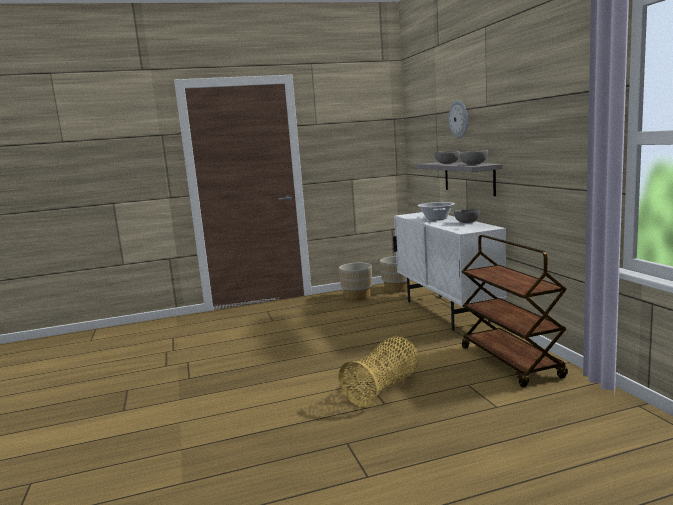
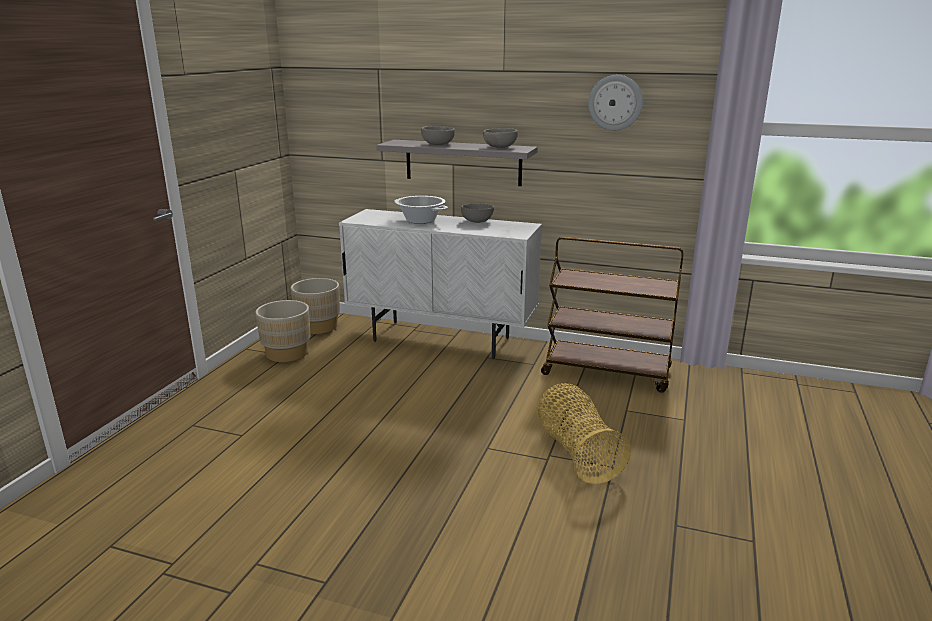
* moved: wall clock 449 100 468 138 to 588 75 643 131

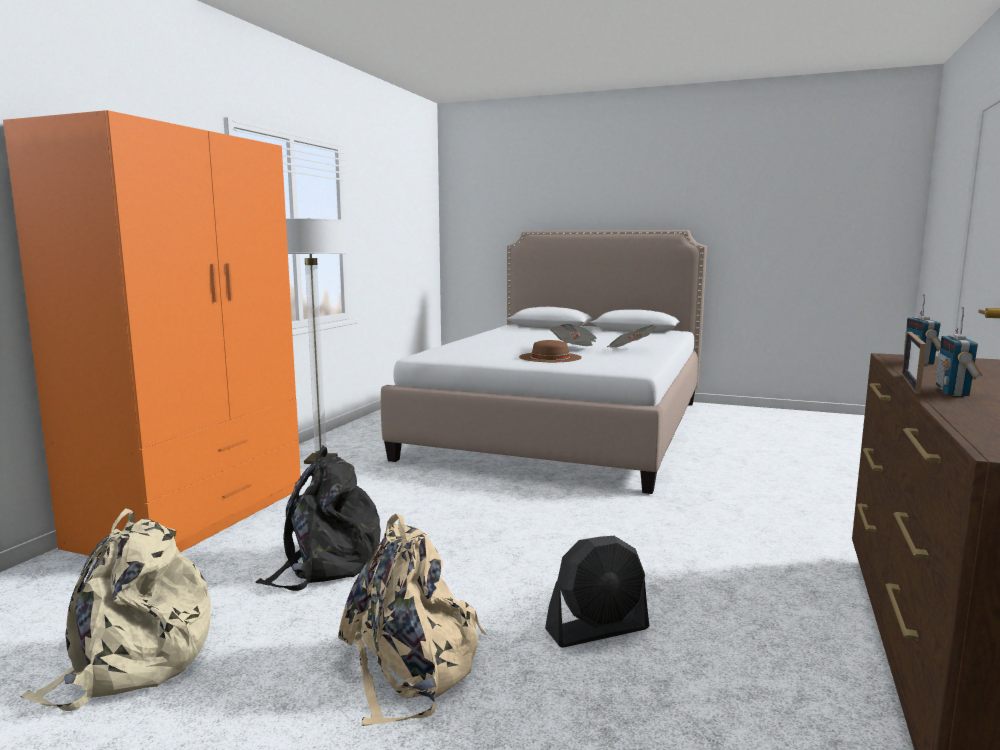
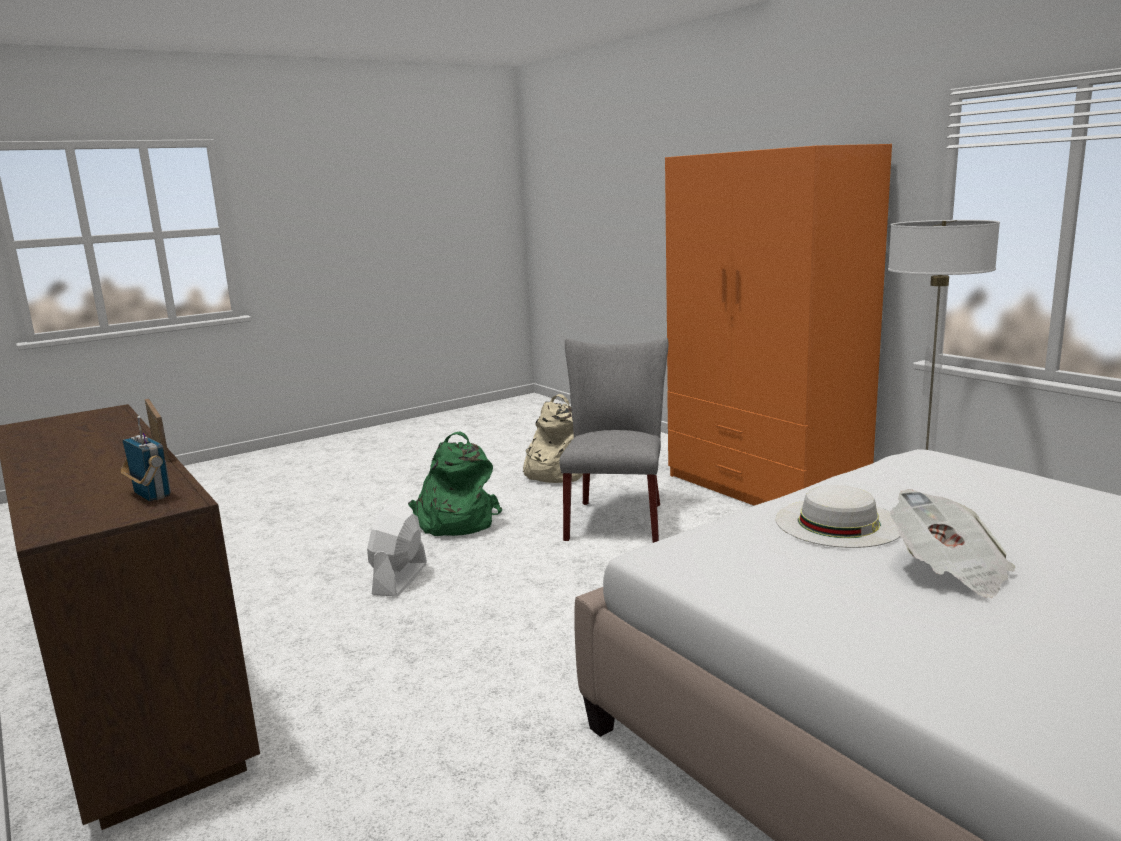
* recoloured: fan (black) 545 536 649 648 to fan (white) 367 504 427 597
* recoloured: backpack (beige) 338 514 487 726 to backpack (green) 408 431 502 536
* replaced: backpack (black) 255 446 381 591 to chair (grey) 559 337 668 543
* recoloured: hat (brown) 519 340 582 362 to hat (white) 776 485 901 548
* removed: newspaper 607 325 657 348
* removed: radio 935 307 982 396

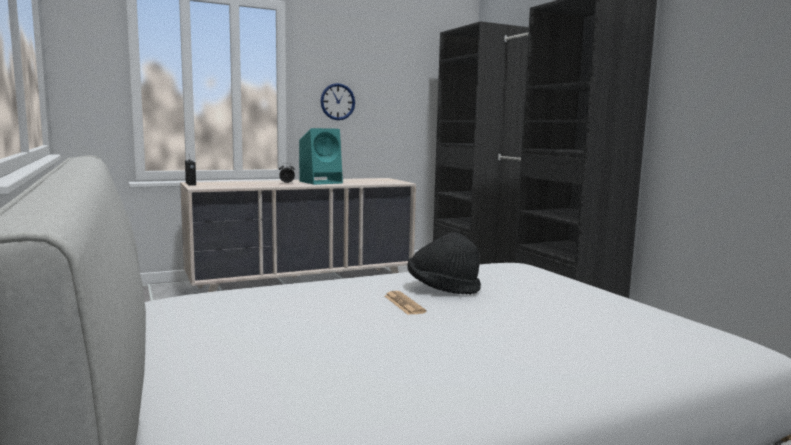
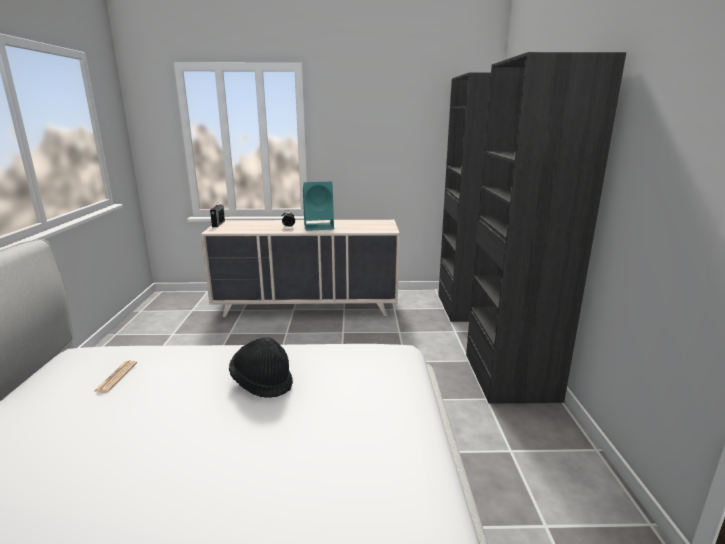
* moved: newspaper 384 291 426 315 to 93 360 137 393
* removed: wall clock 320 83 355 120

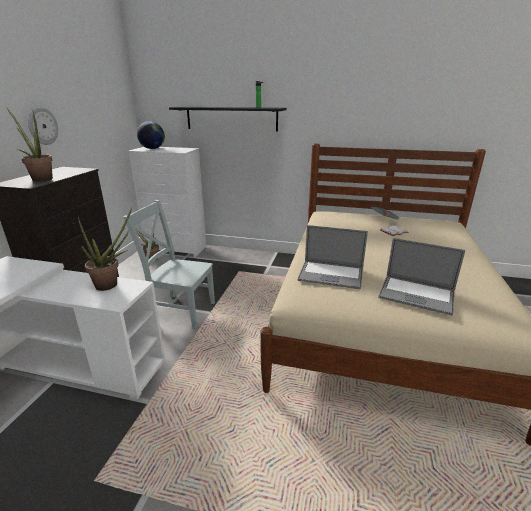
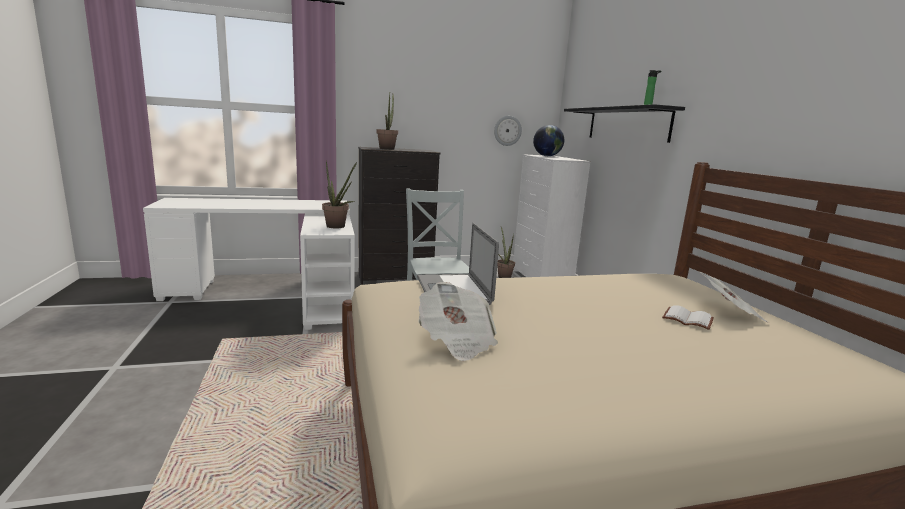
* replaced: laptop 378 238 465 316 to newspaper 419 282 498 361
* moved: wall clock 28 107 58 145 to 494 116 522 146

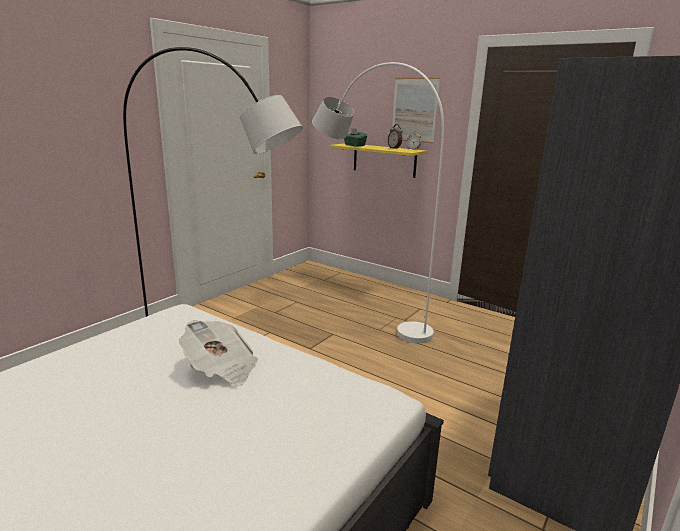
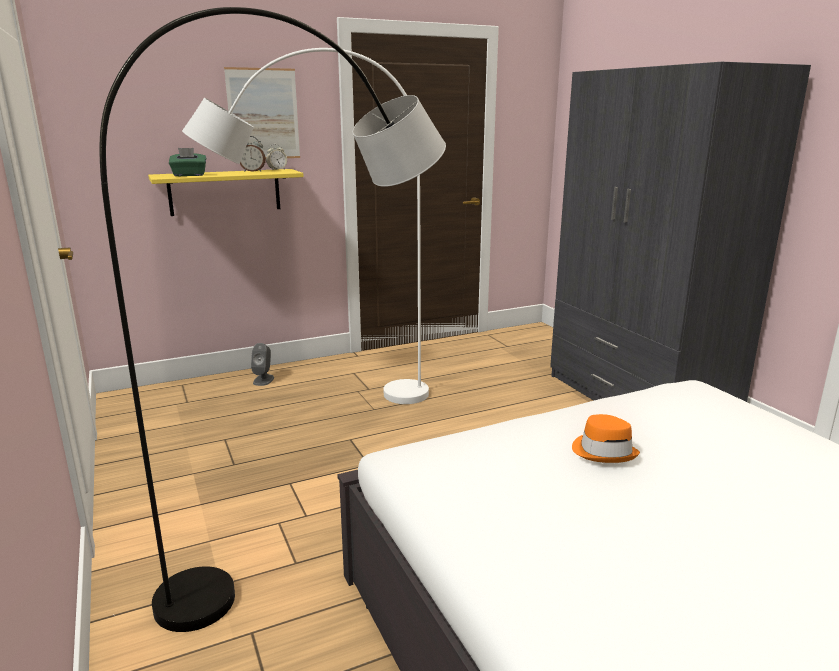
* added: speaker (grey) 251 343 274 386
* replaced: newspaper 179 320 258 386 to hat (orange) 572 414 640 463

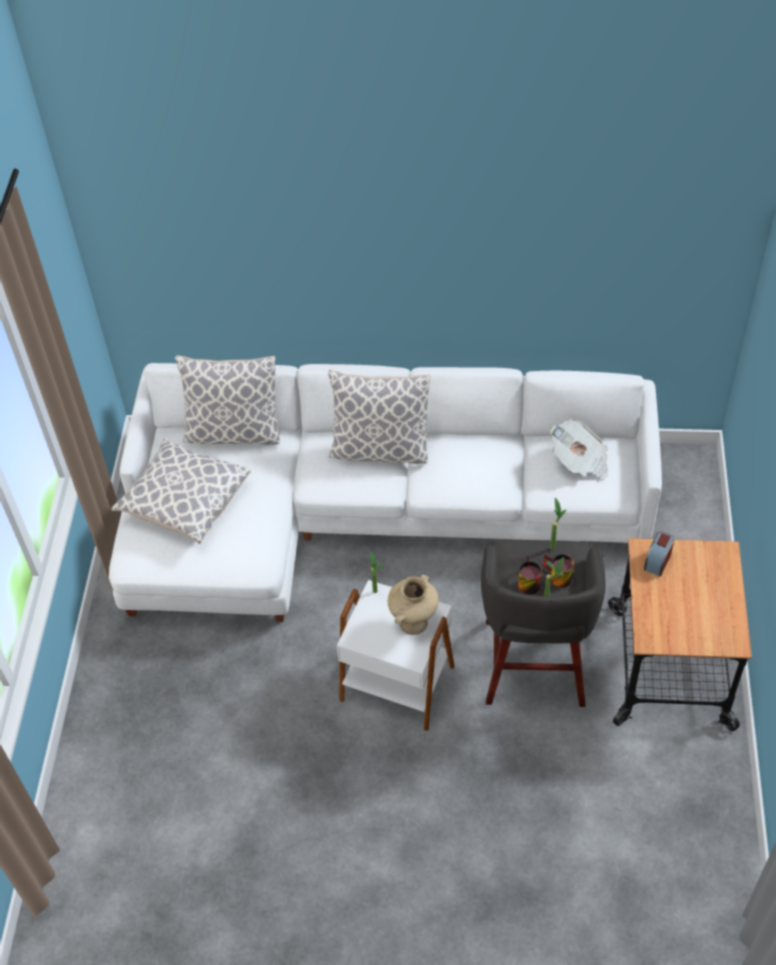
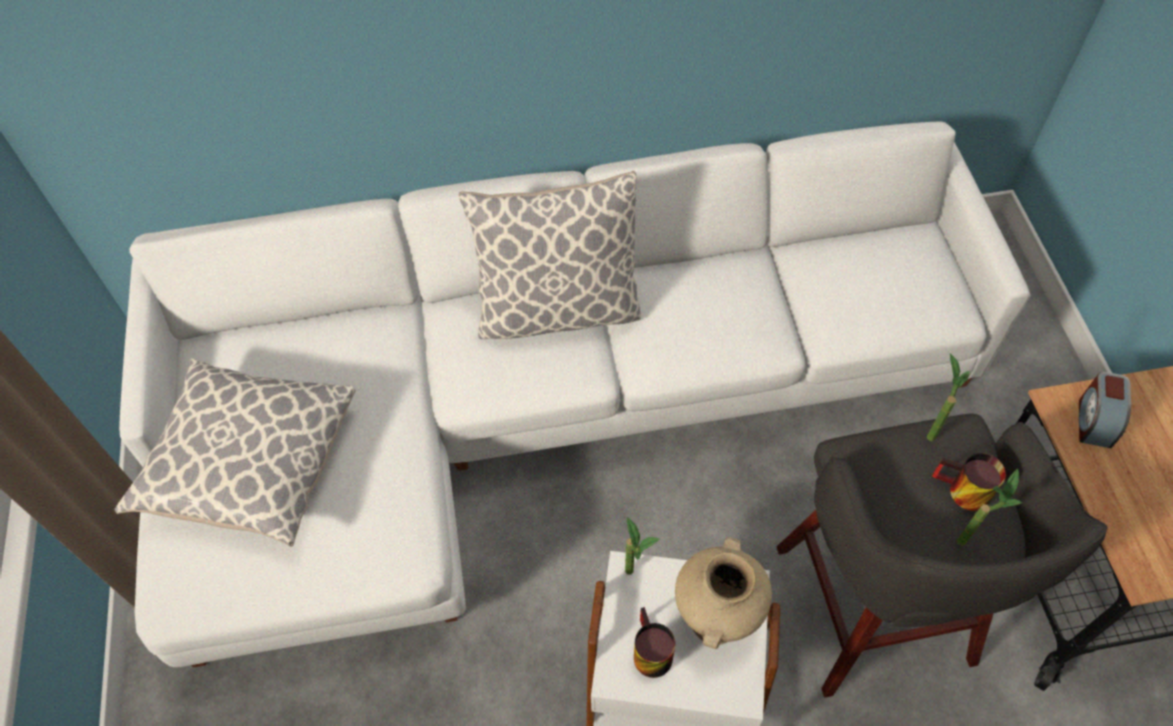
* moved: mug 518 555 541 595 to 634 607 675 678
* removed: pillow 175 355 280 445
* removed: newspaper 550 419 608 478

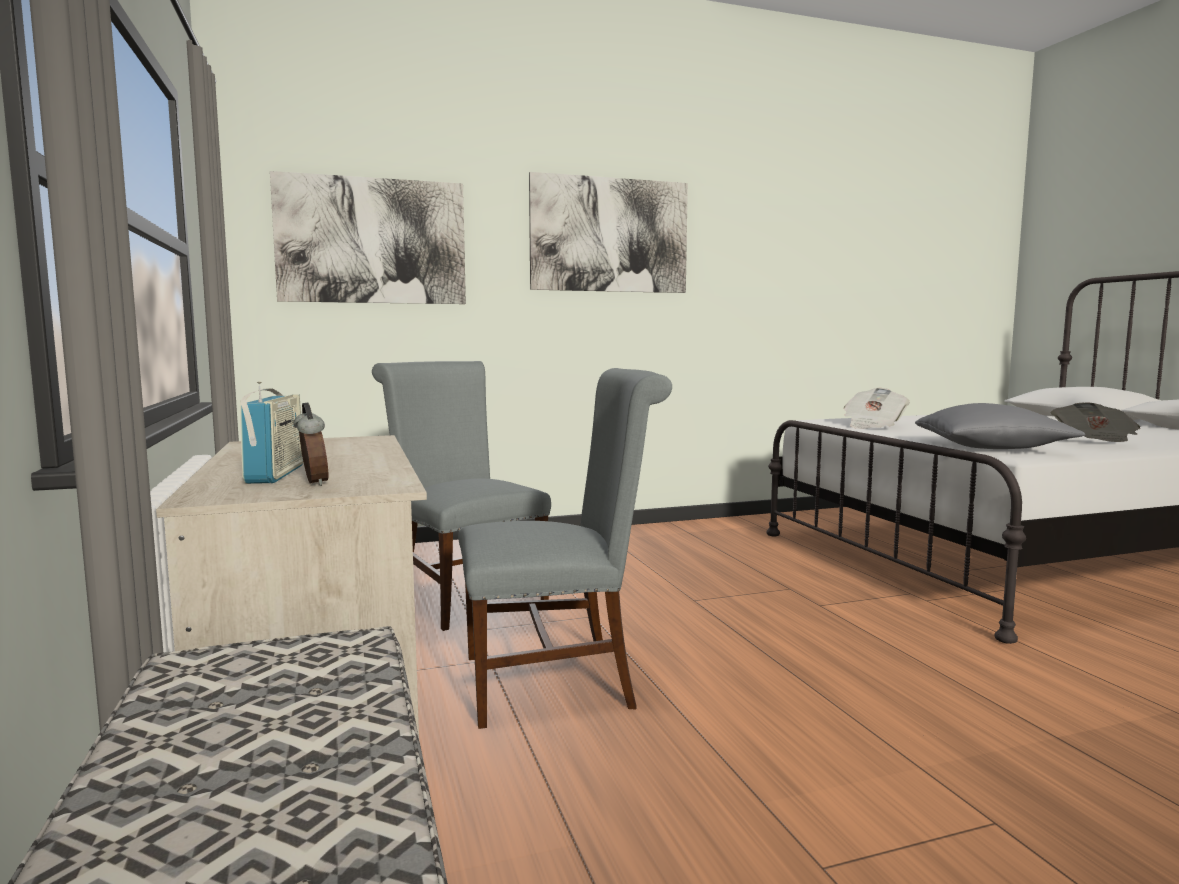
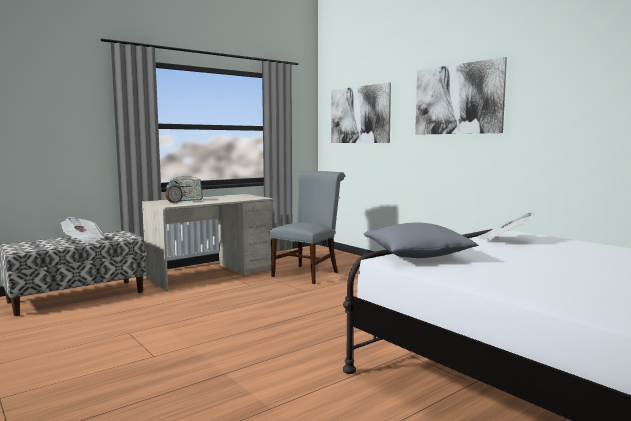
* moved: newspaper 1051 403 1140 442 to 61 217 104 244
* removed: chair (grey) 458 368 672 729

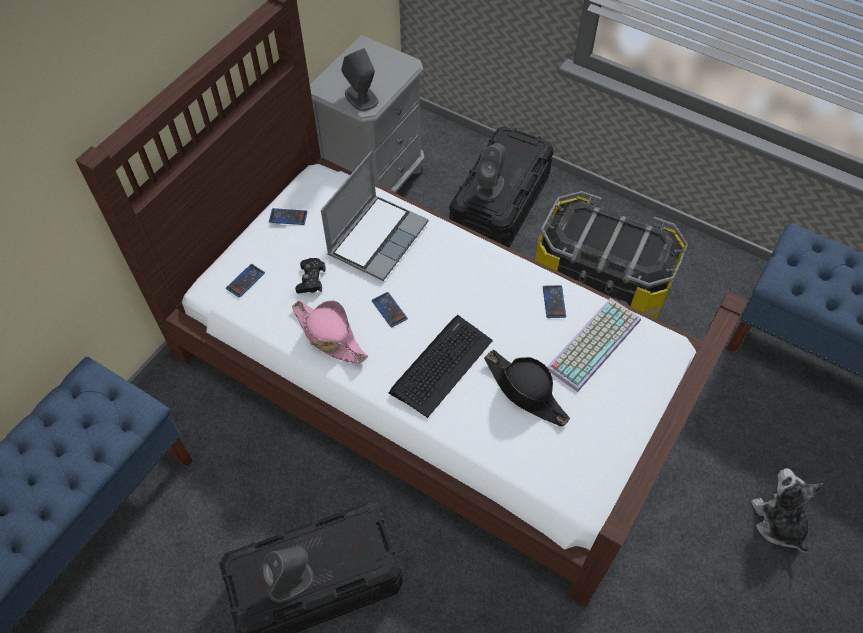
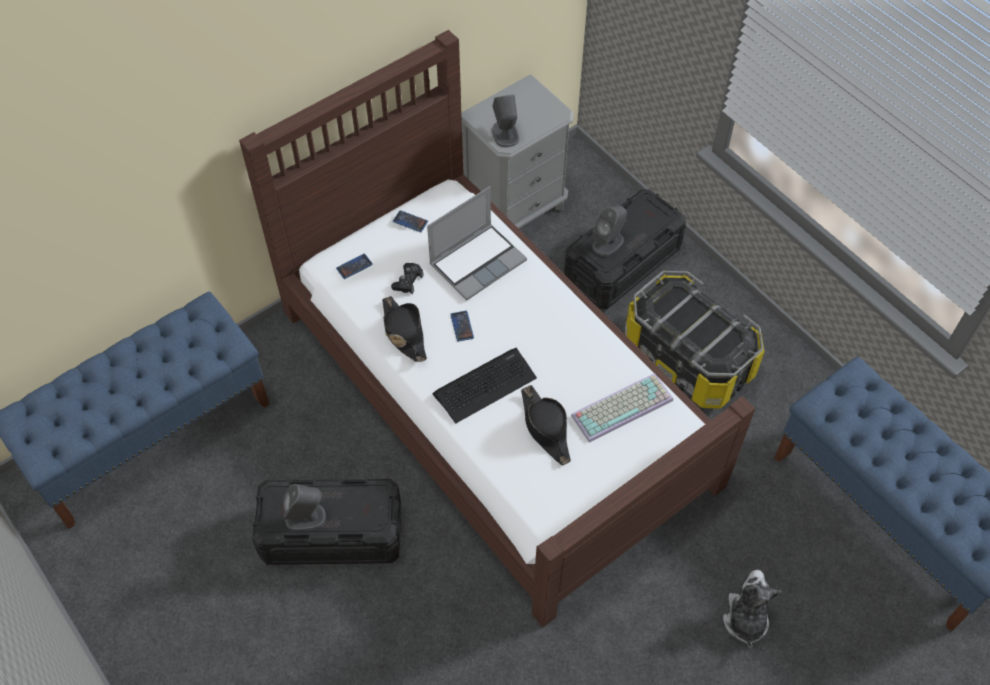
* recoloured: hat (pink) 292 301 368 363 to hat (black) 382 296 427 362
* removed: phone 543 285 566 318

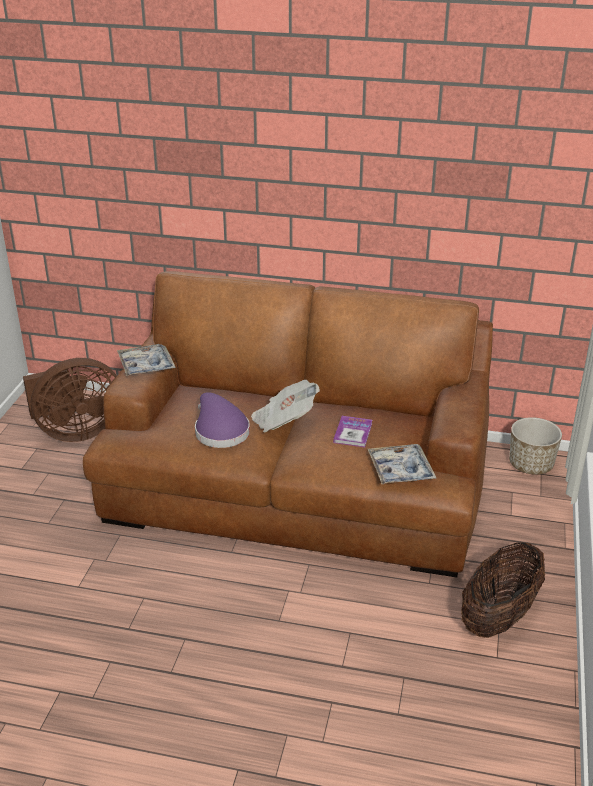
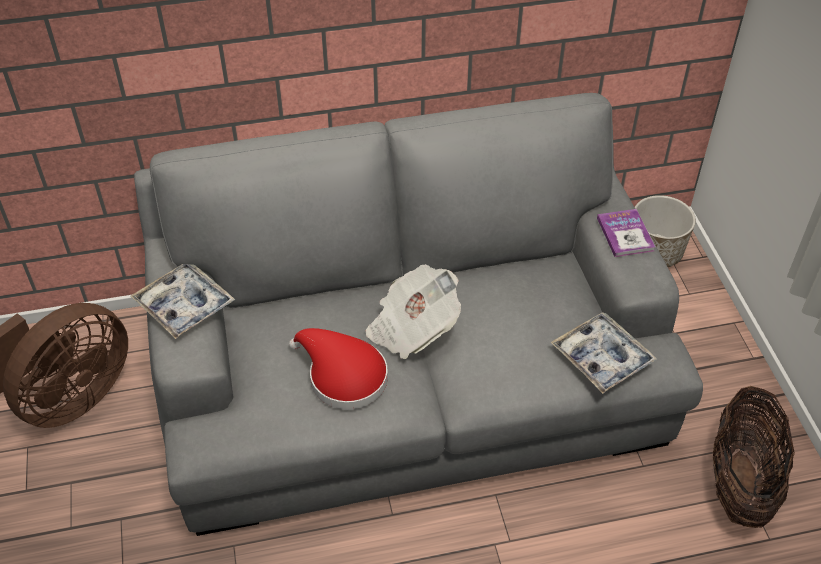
* recoloured: sofa (brown) 83 271 493 578 to sofa (grey) 134 93 703 536
* recoloured: hat (purple) 195 392 250 448 to hat (red) 289 328 388 409
* moved: book 333 416 372 447 to 597 209 655 257

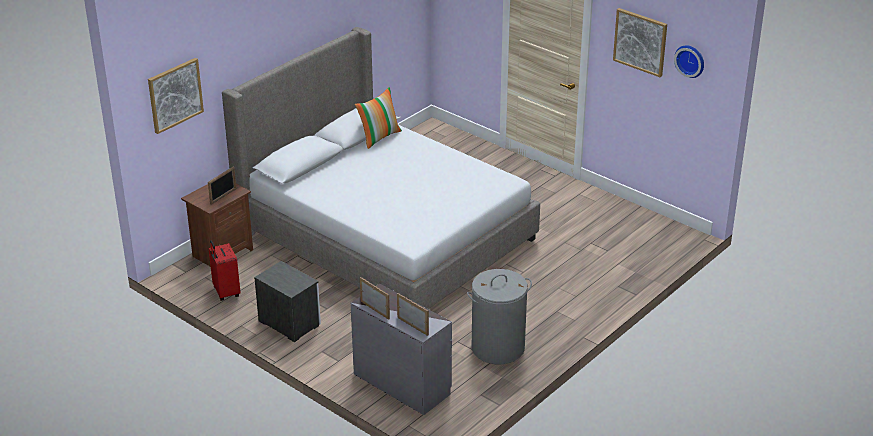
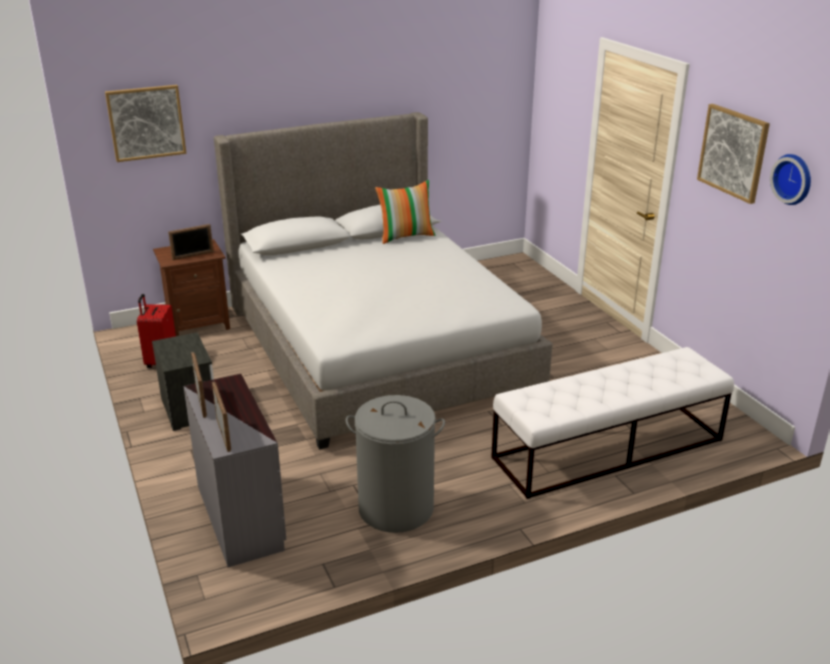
* added: bench (white) 491 347 734 499

